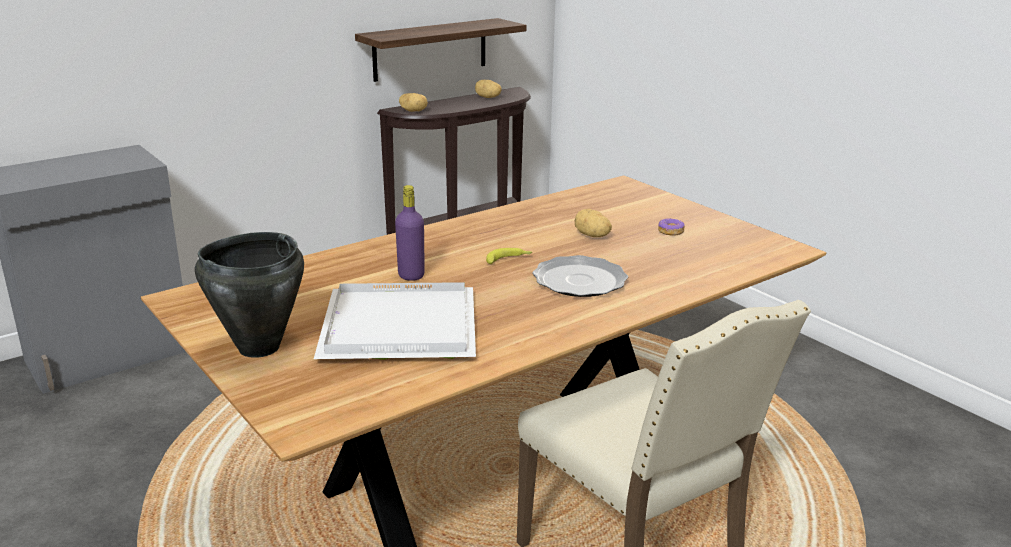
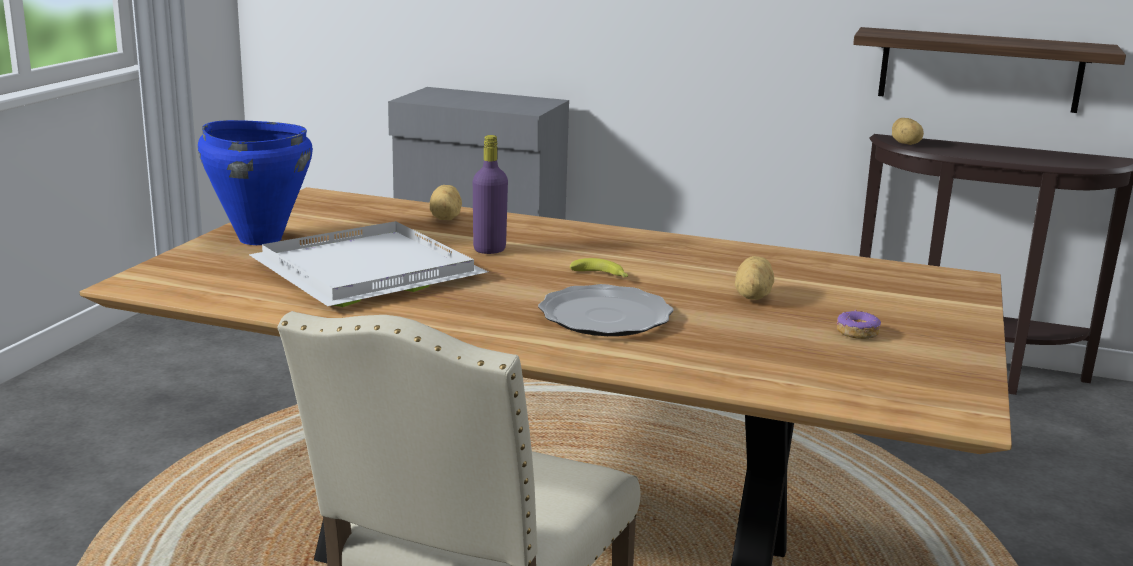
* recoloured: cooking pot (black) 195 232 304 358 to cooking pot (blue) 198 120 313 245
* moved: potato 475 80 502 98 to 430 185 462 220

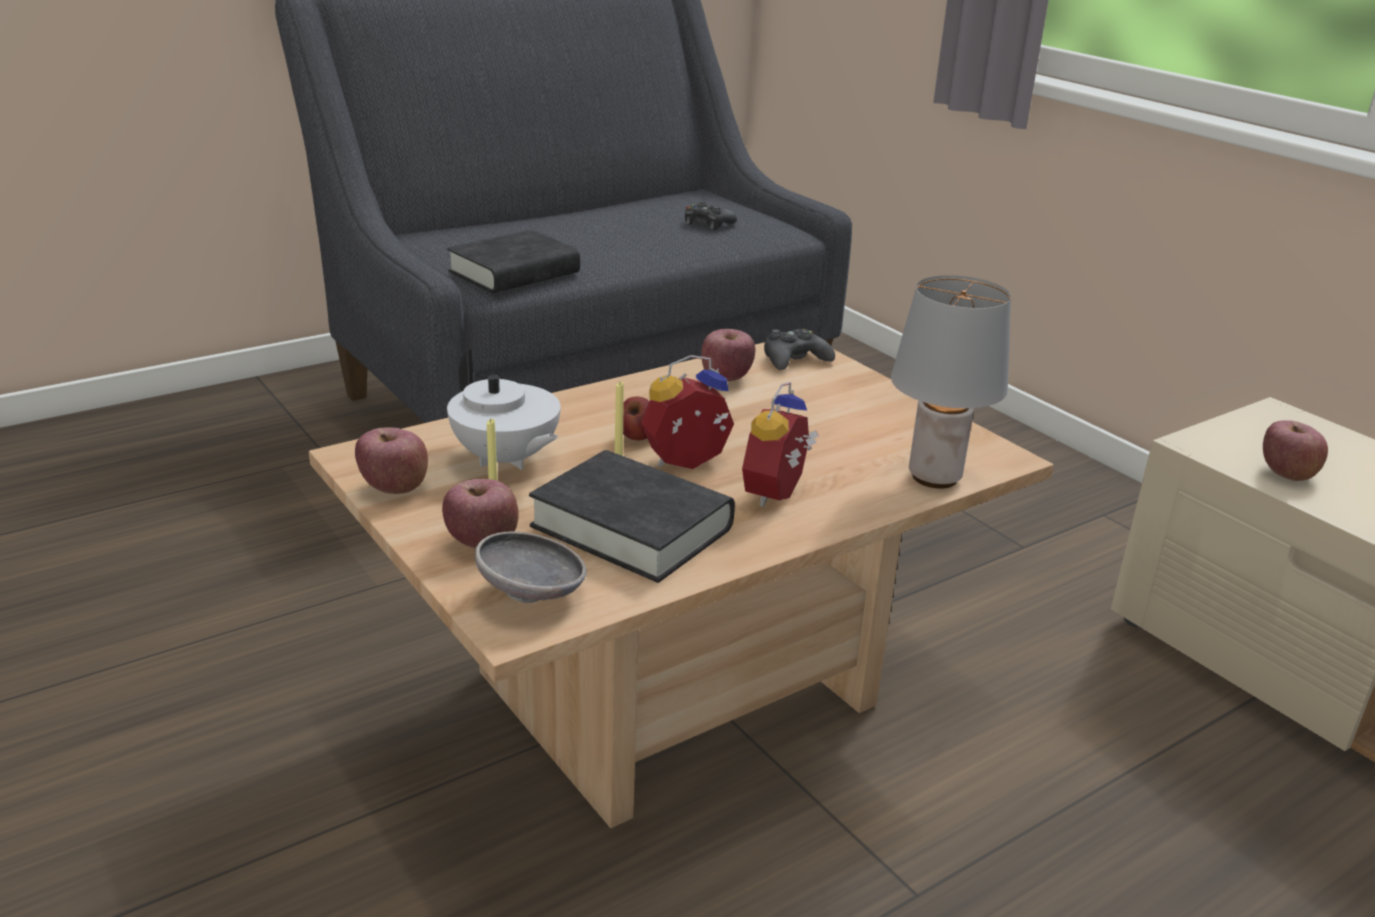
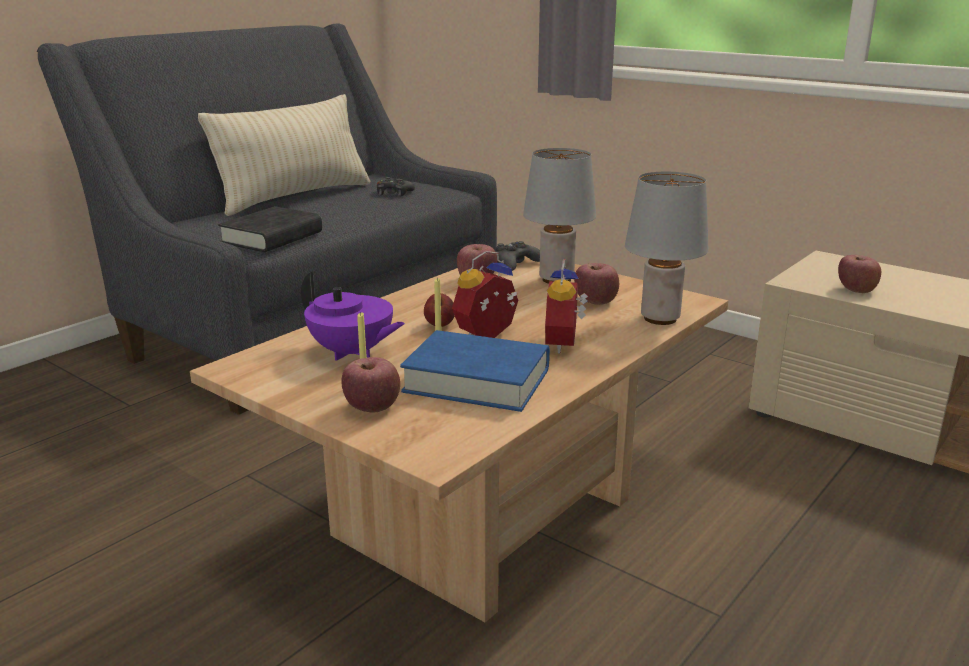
* added: pillow (beige) 198 94 370 216
* recoloured: teapot (white) 447 350 561 470 to teapot (purple) 301 272 405 361
* recoloured: book (black) 529 450 735 583 to book (blue) 400 330 550 412
* added: table lamp (grey) 523 148 596 284
* moved: apple 355 427 428 494 to 574 263 619 305
* removed: bowl (grey) 475 532 587 603

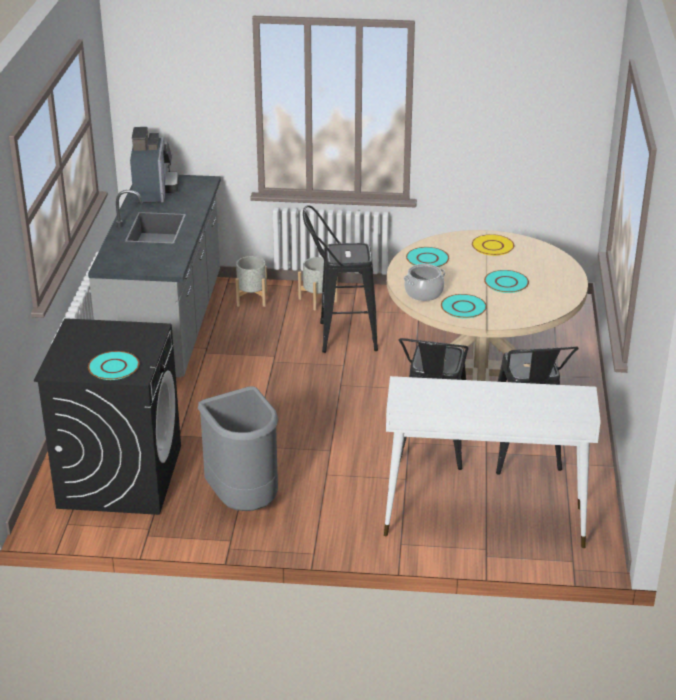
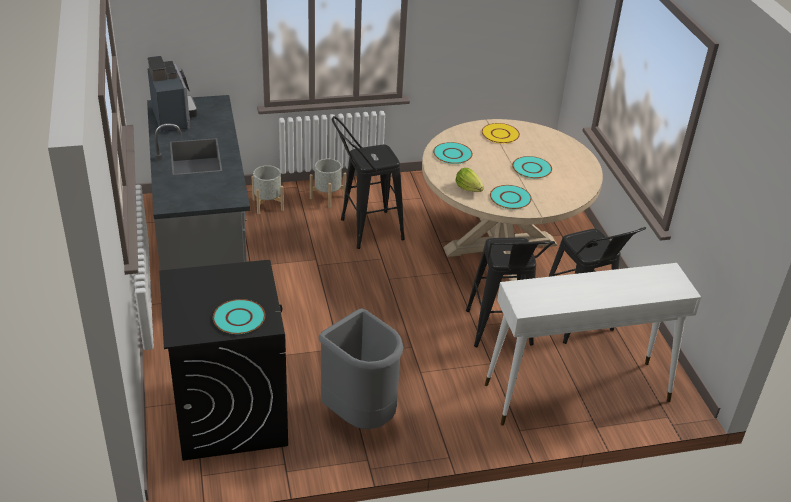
* replaced: cooking pot 404 264 446 301 to lettuce 455 168 484 192

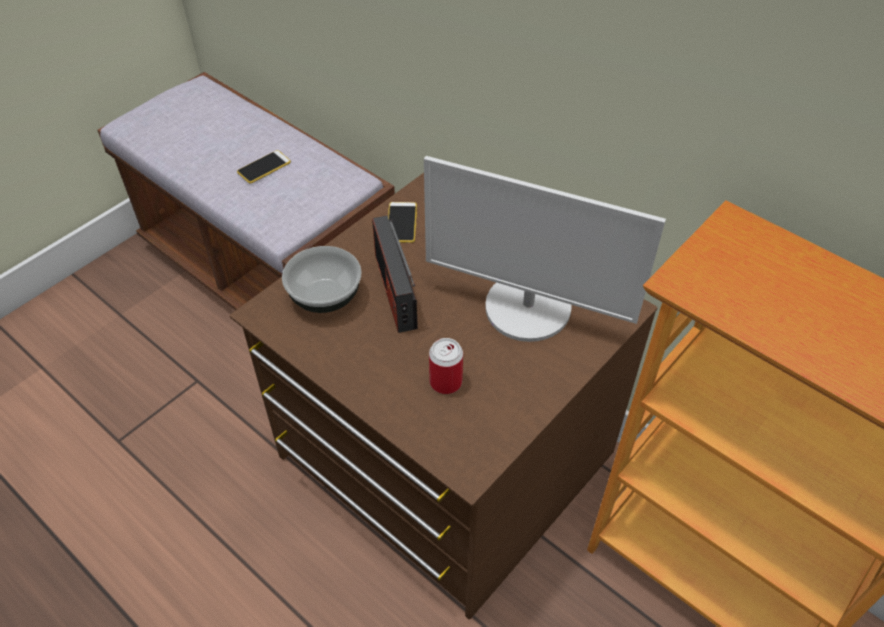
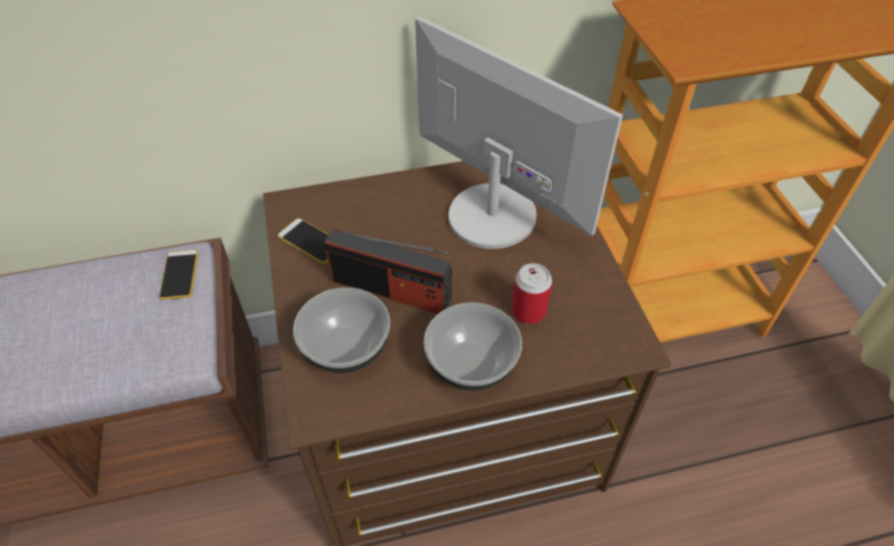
* moved: phone 237 150 291 183 to 159 250 198 300
* turned: monitor 424 156 666 342 = 415 16 623 249 105 degrees counterclockwise
* added: bowl 423 302 522 391

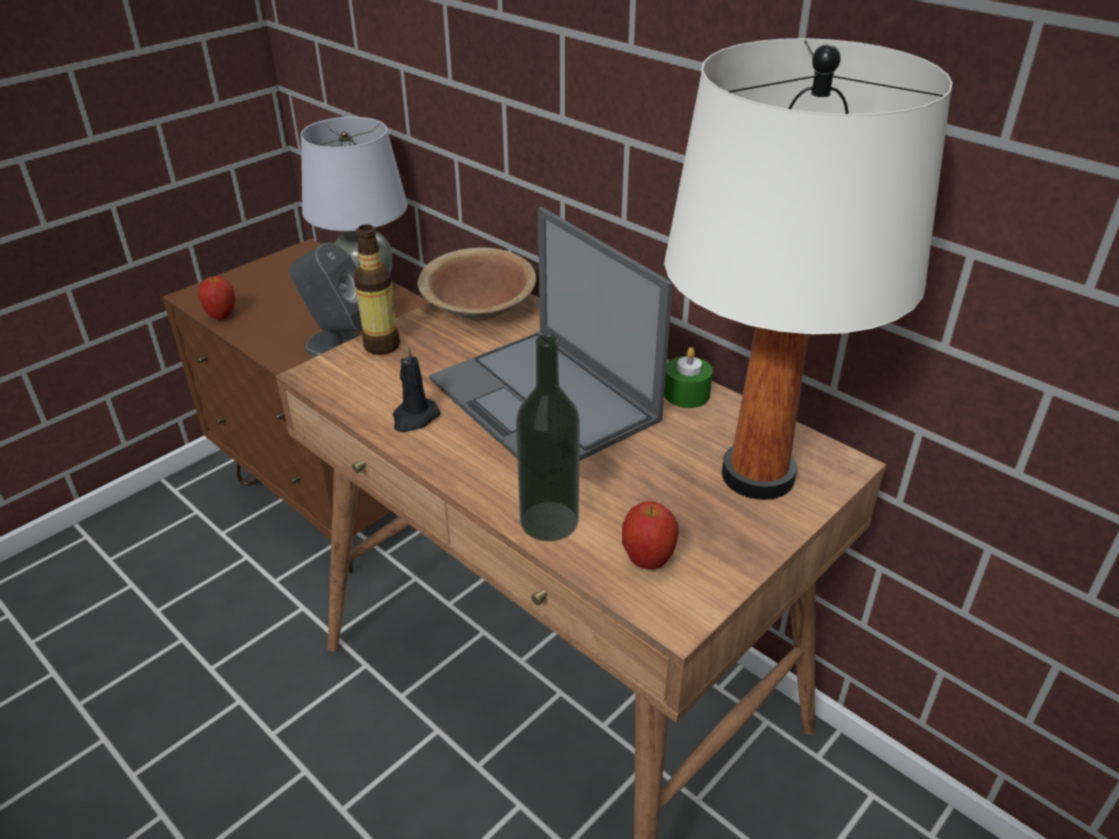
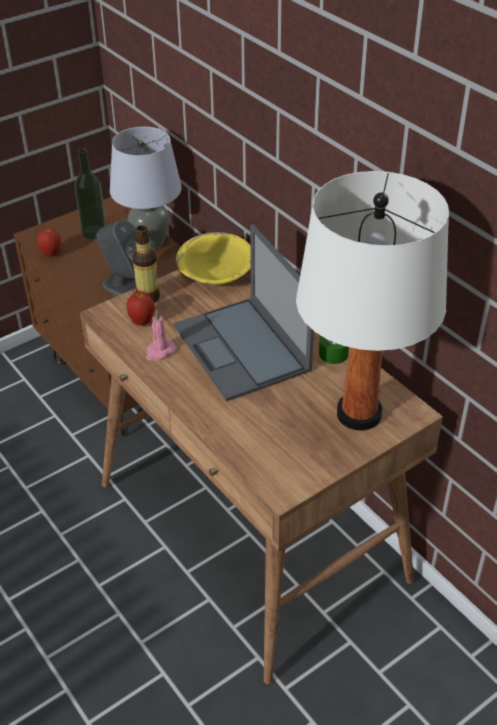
* moved: bottle 516 335 580 541 to 74 149 106 239
* moved: apple 622 501 679 569 to 126 291 155 326
* recoloured: candle (black) 393 345 440 432 to candle (pink) 146 310 176 361
* recoloured: bowl (brown) 417 247 536 320 to bowl (yellow) 176 232 251 285

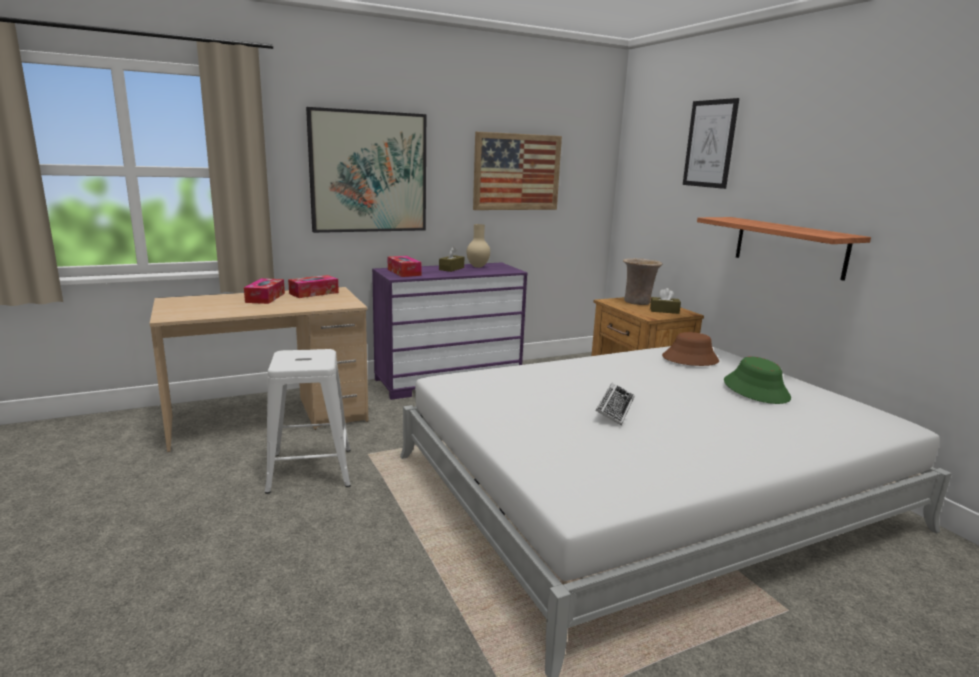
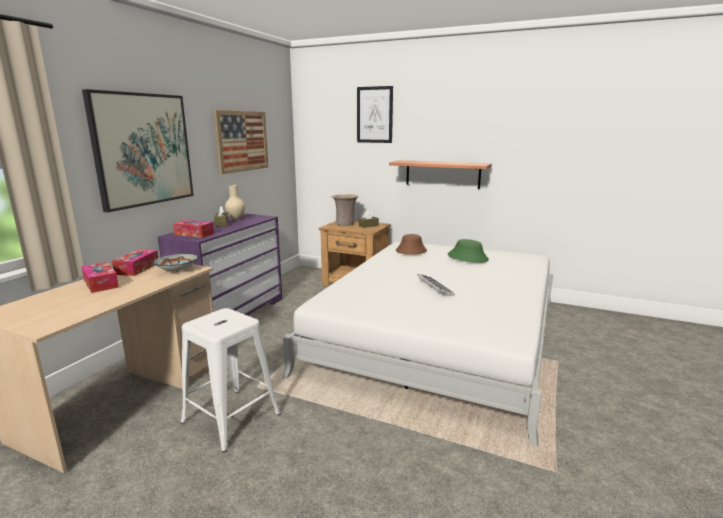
* added: bowl 153 254 199 271

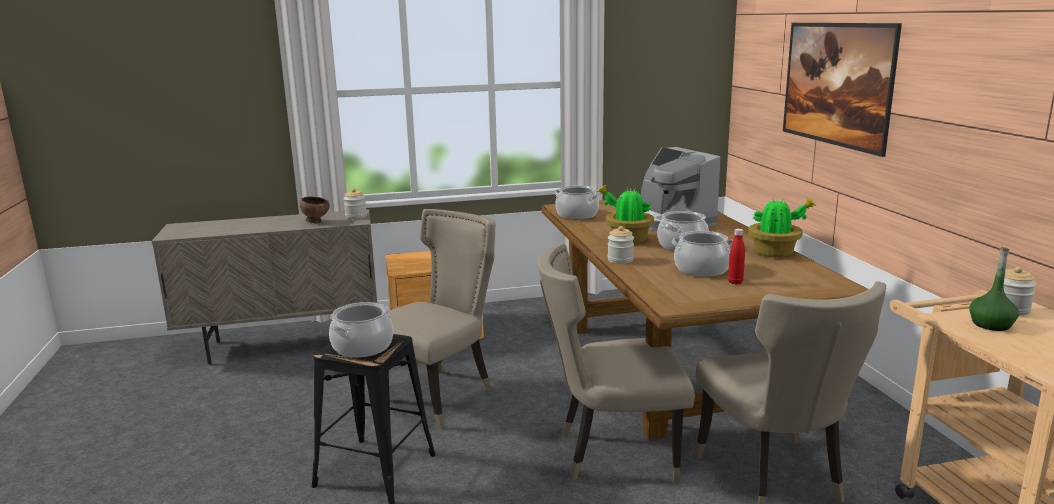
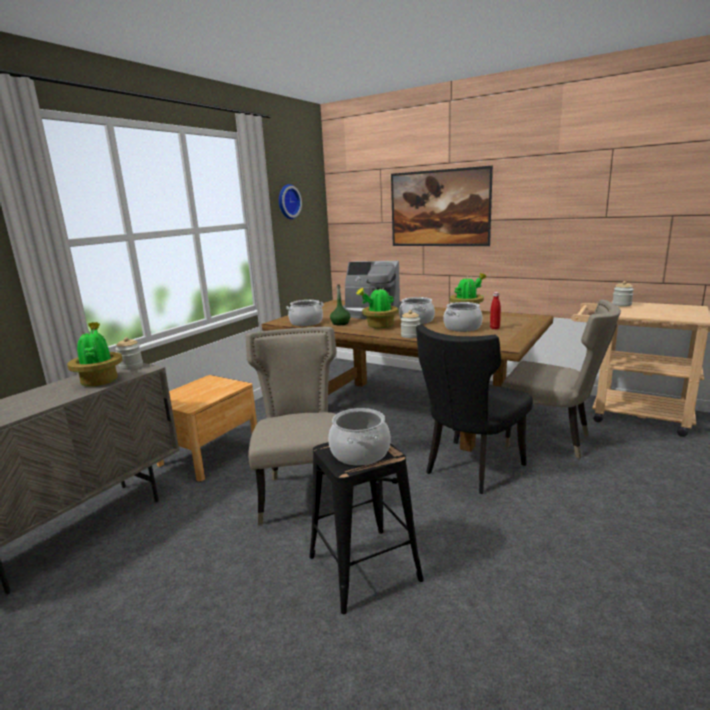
* replaced: bowl (brown) 300 197 330 223 to potted plant 67 322 123 387
* added: wall clock 279 184 302 219
* moved: bottle (green) 969 247 1019 331 to 330 284 351 325
* recoloured: chair (beige) 538 244 695 484 to chair (black) 416 324 533 494

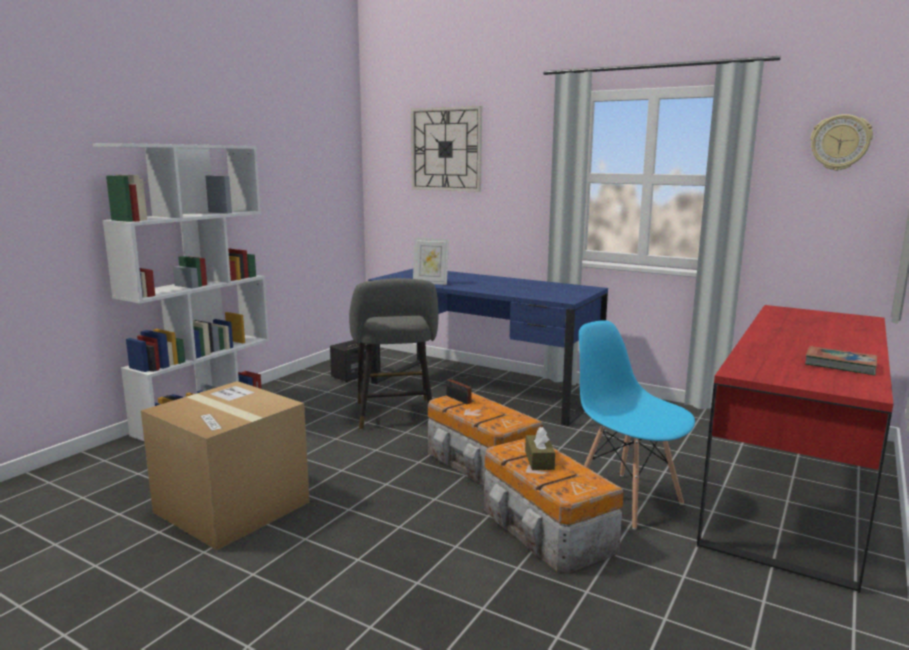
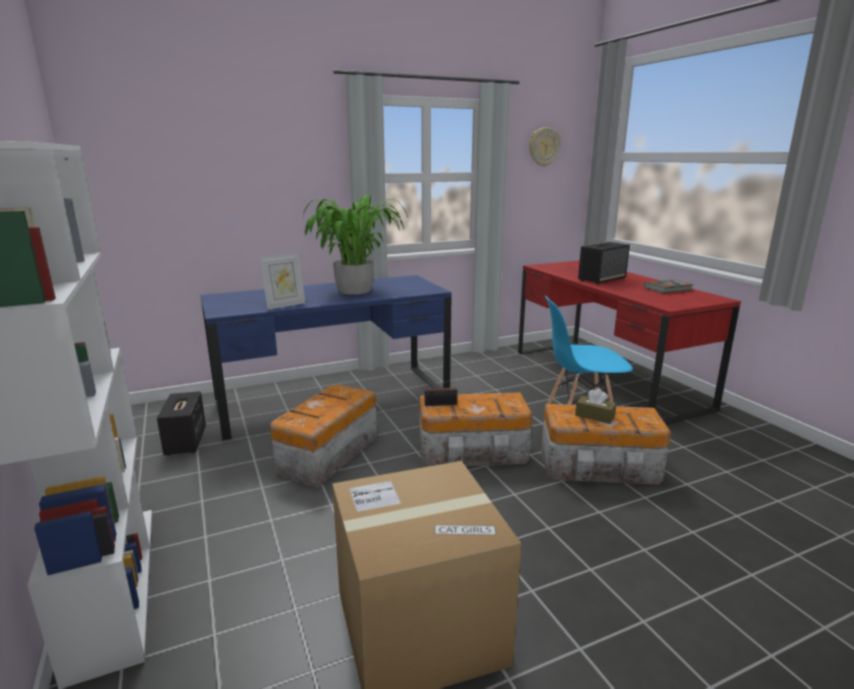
* replaced: stool (grey) 349 278 439 430 to storage box 270 385 377 488
* added: potted plant 303 195 408 294
* added: speaker 578 242 630 284
* removed: wall clock 411 106 482 192

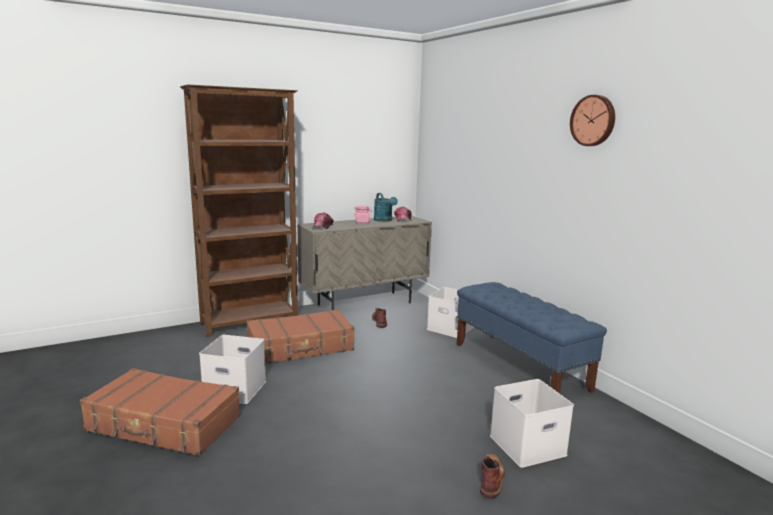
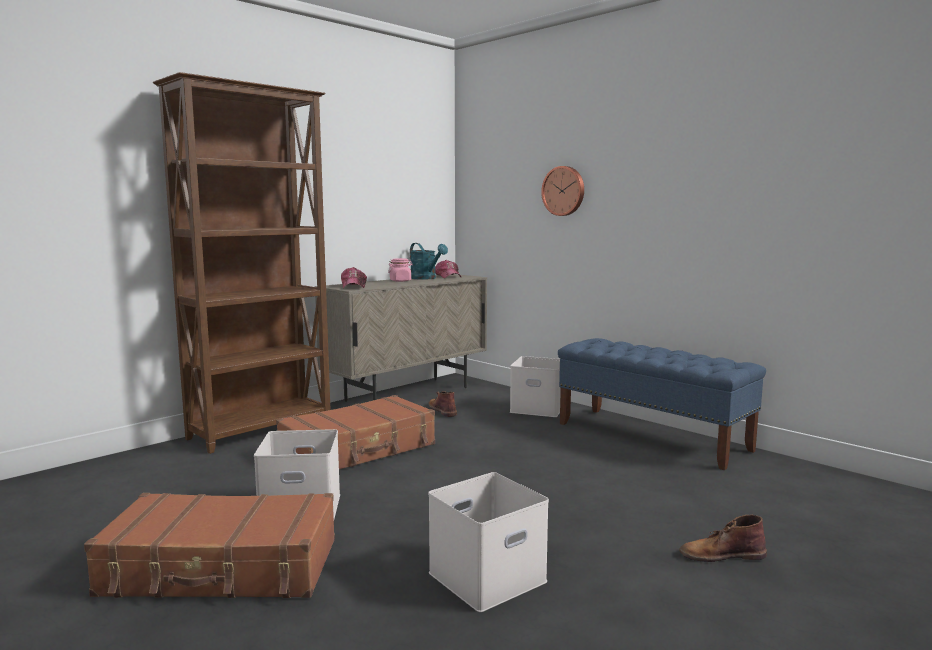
* moved: storage box (white) 490 379 574 468 to 428 472 549 612
* moved: wall clock 570 95 615 146 to 541 166 584 216
* turned: boot (brown) 480 454 505 499 = 679 515 767 562 90 degrees counterclockwise

